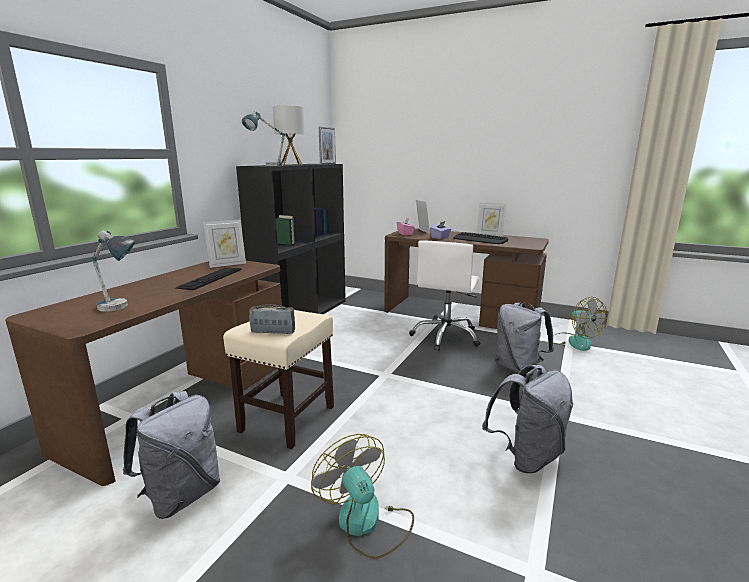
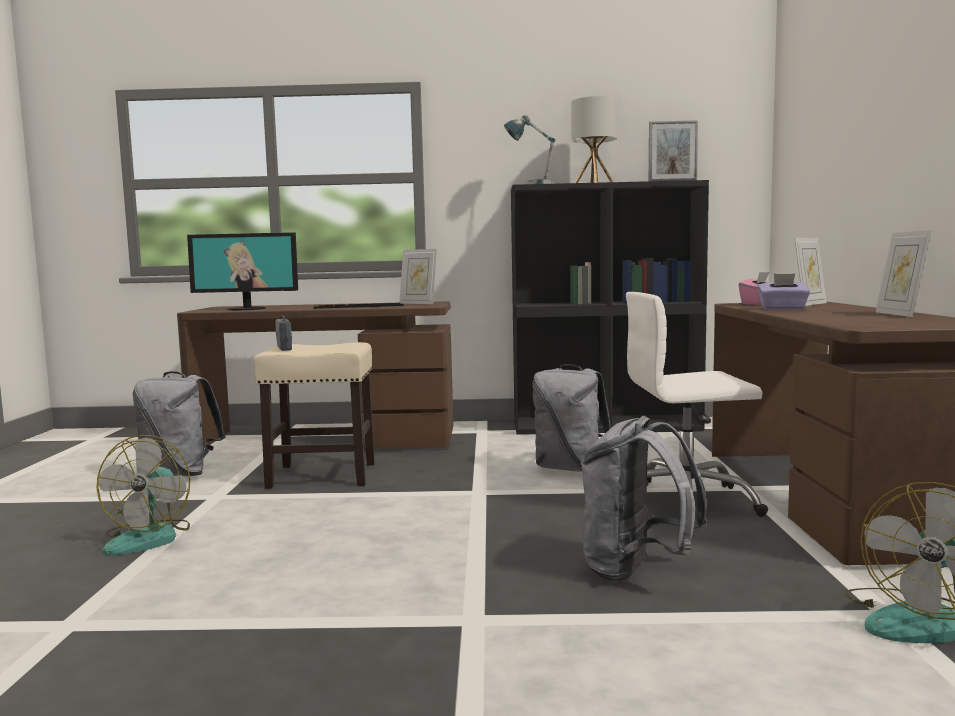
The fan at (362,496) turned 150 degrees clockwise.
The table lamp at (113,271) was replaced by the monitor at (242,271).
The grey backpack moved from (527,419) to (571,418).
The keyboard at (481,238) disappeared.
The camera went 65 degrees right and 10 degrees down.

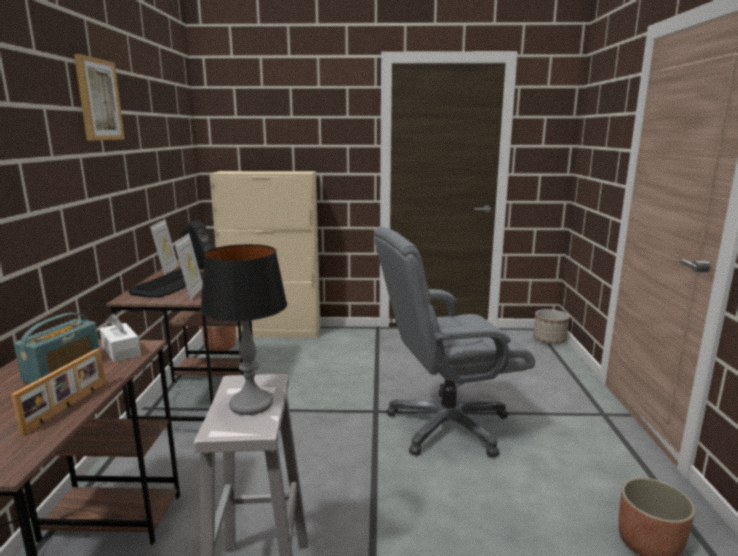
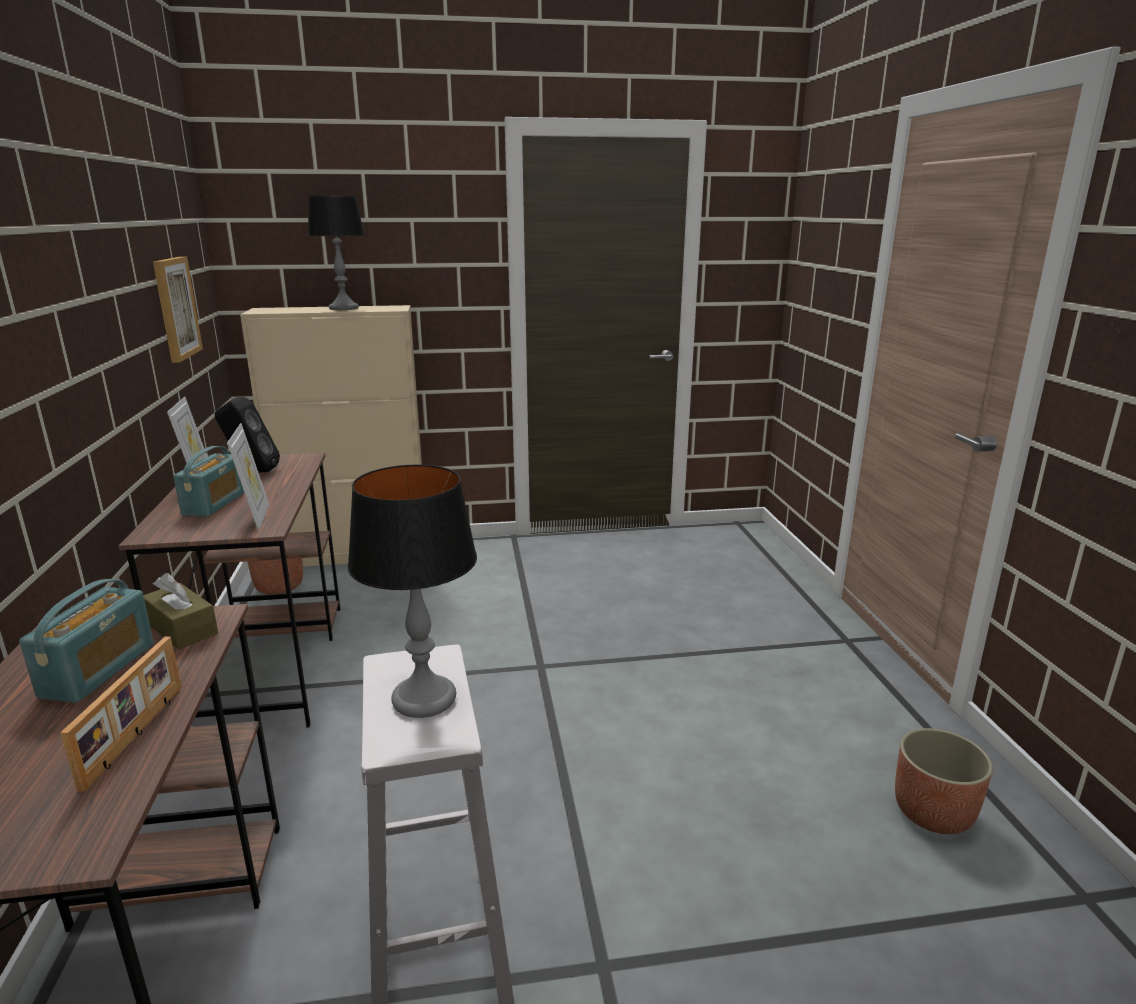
The white tissue box at (120,338) became the brown tissue box at (180,611).
The picture moved from (99,97) to (178,310).
The keyboard at (165,283) was replaced by the radio at (208,481).
The table lamp at (336,252) appeared.
The grey office chair at (454,342) disappeared.
The planter at (551,326) disappeared.
The camera went 10 degrees left and 5 degrees up.

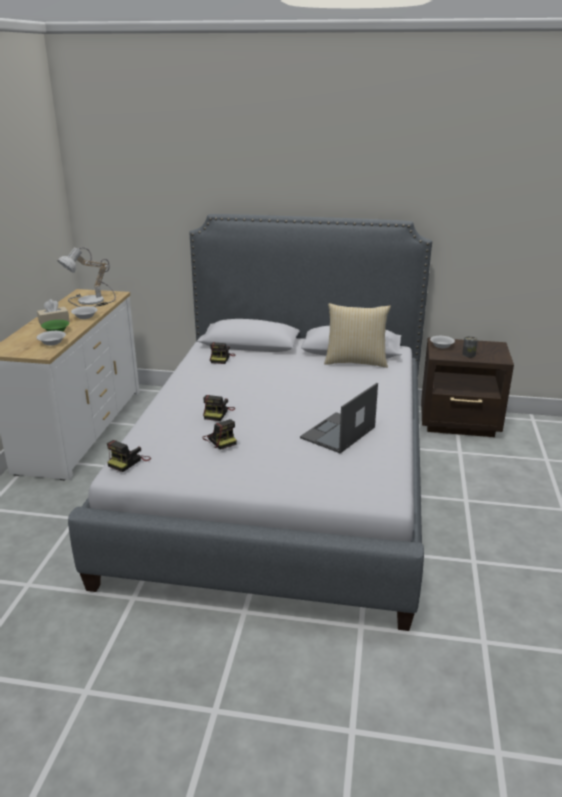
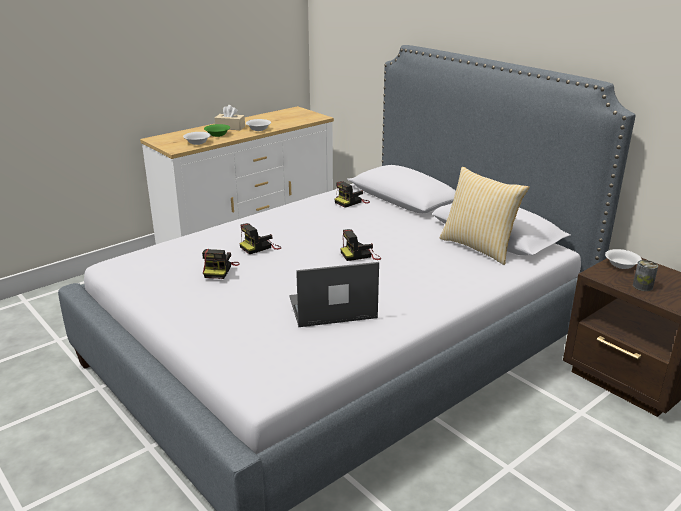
The photo camera moved from (129,456) to (360,245).
The table lamp at (86,277) disappeared.
The camera went 40 degrees right and 0 degrees up.

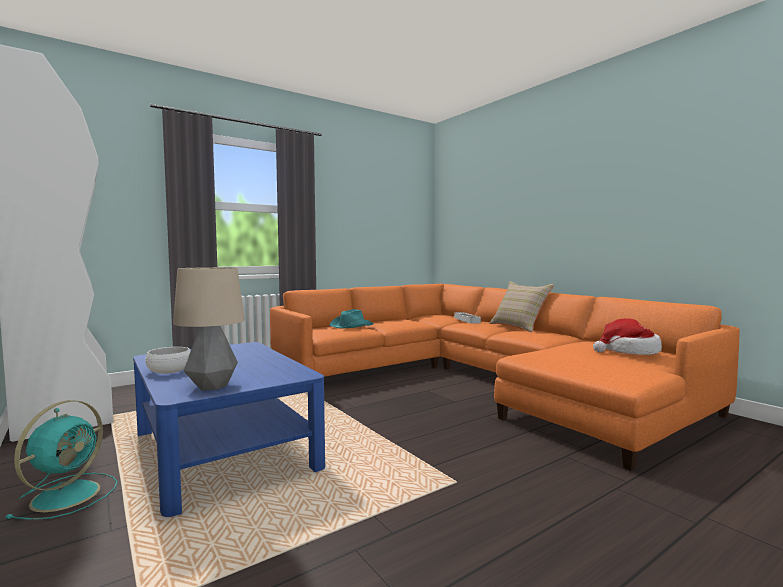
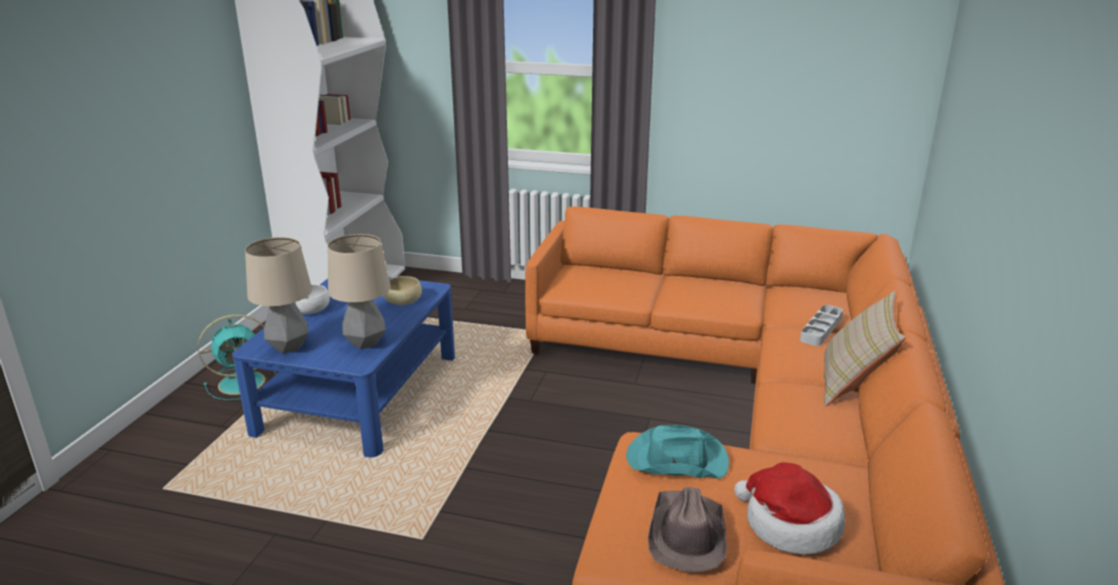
The table lamp at (359,291) appeared.
The beige bowl at (402,290) appeared.
The turquoise hat moved from (351,319) to (677,452).
The brown hat at (687,529) appeared.
The camera went 50 degrees right and 20 degrees up.

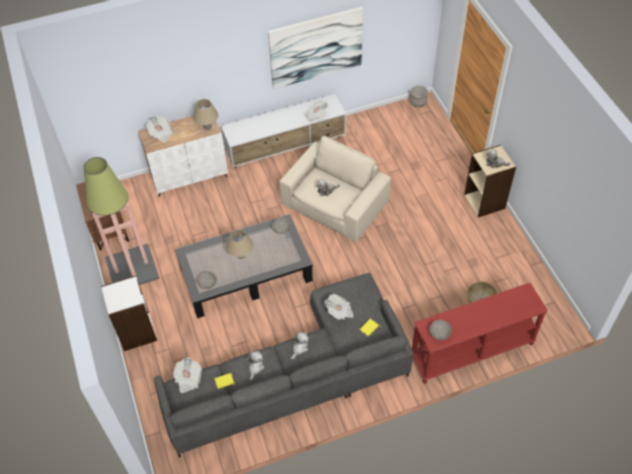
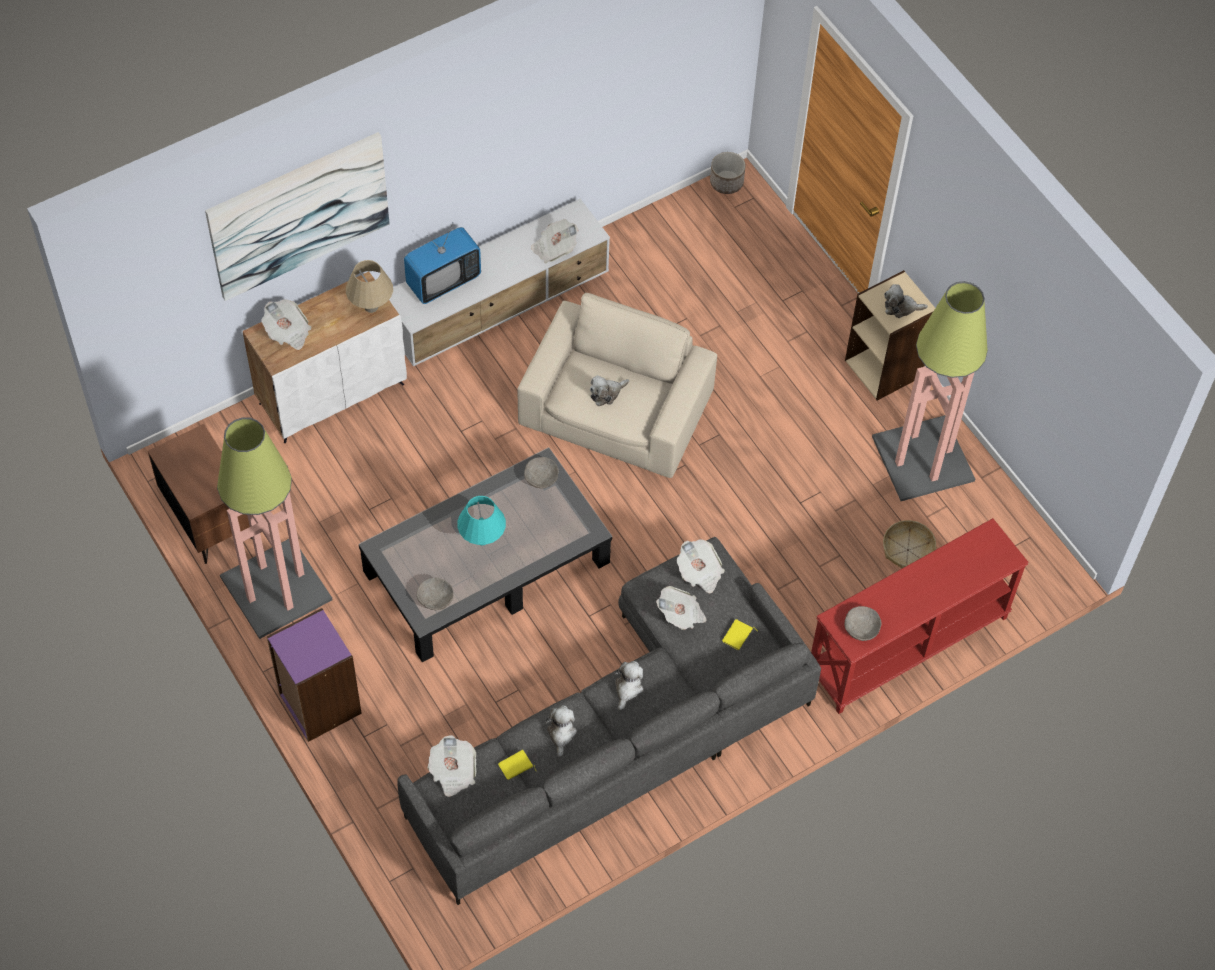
The picture moved from (315,48) to (297,216).
The white bookcase at (129,313) became the purple bookcase at (314,675).
The television at (442,263) appeared.
The beige table lamp at (239,244) became the turquoise table lamp at (481,520).
The newspaper at (700,566) appeared.
The floor lamp at (930,391) appeared.
The camera went 15 degrees left and 5 degrees up.

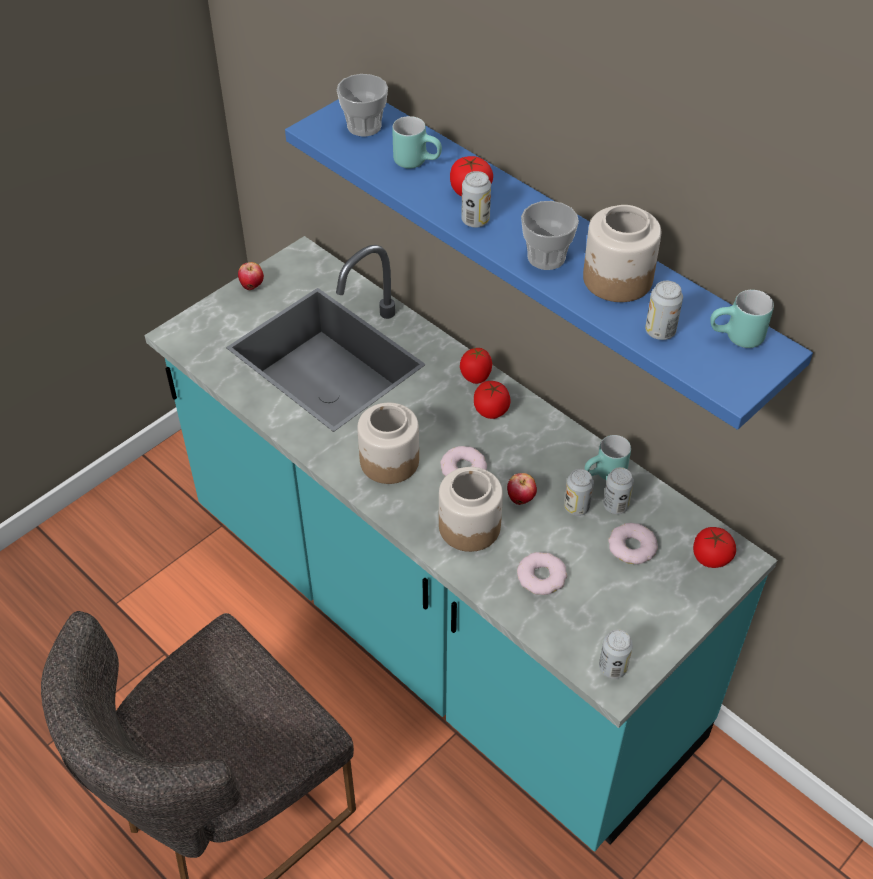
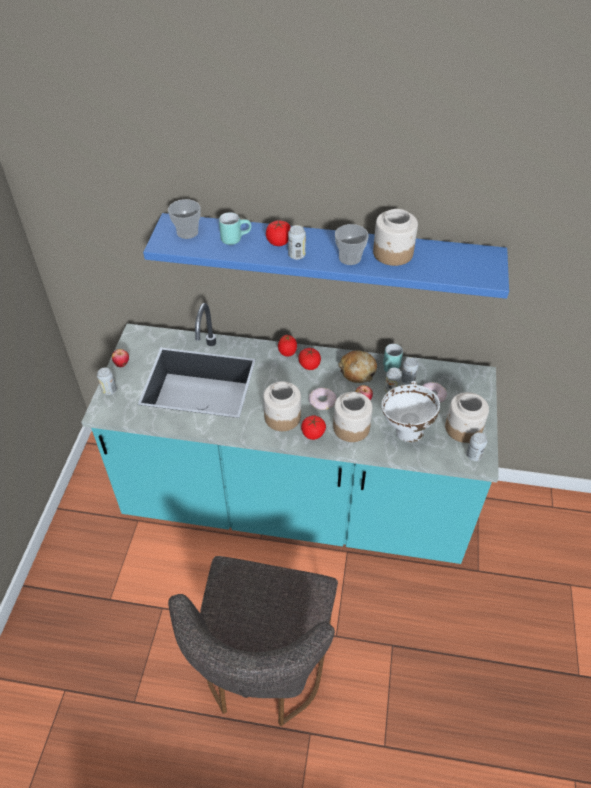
The can moved from (664,310) to (107,381).
The tomato moved from (714,547) to (313,427).
The bread at (358,366) appeared.
The donut at (542,573) was replaced by the white bowl at (410,411).
The jar at (467,417) appeared.
The turquoise mug at (742,319) disappeared.
The camera went 35 degrees left and 0 degrees up.

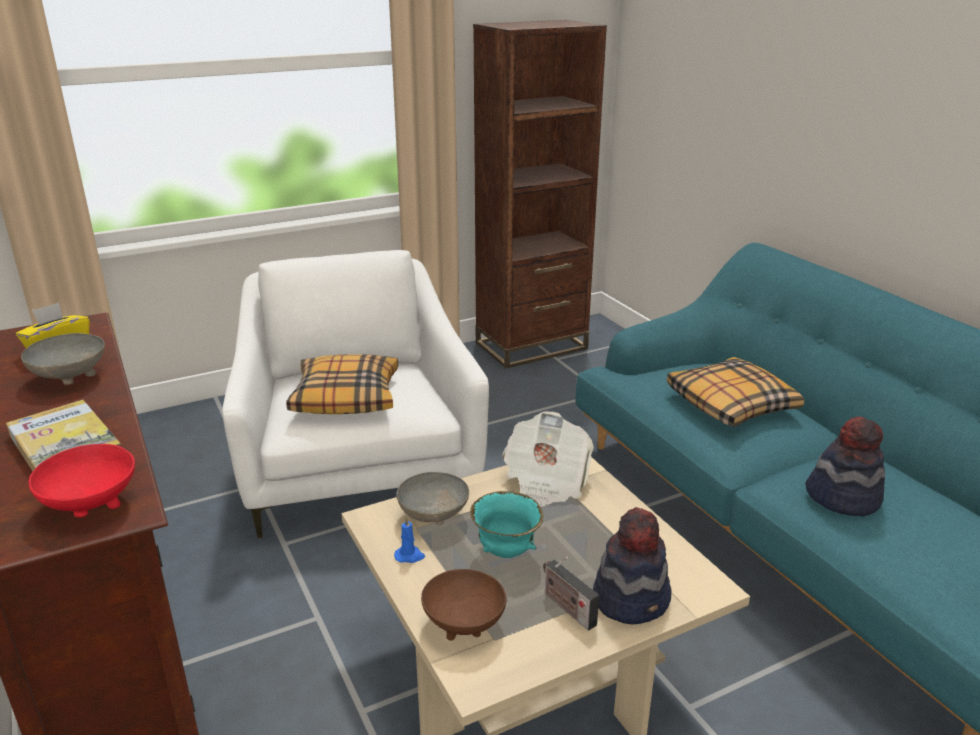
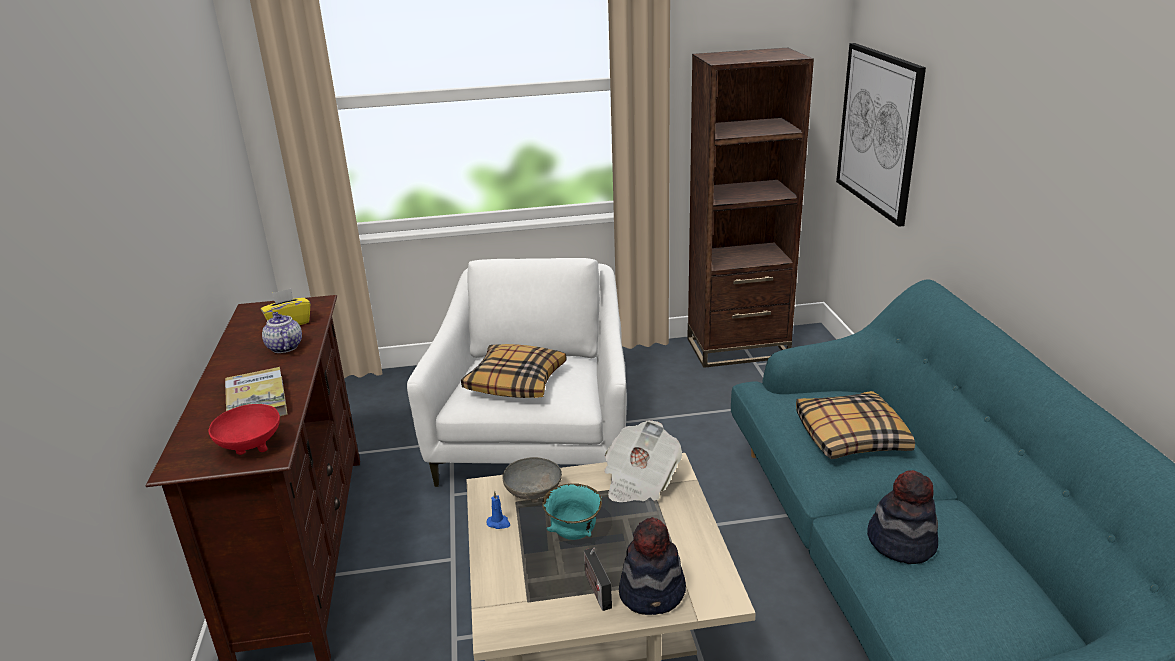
The grey bowl at (63,359) was replaced by the teapot at (282,332).
The picture at (881,135) appeared.
The brown bowl at (463,605) disappeared.
The camera went 20 degrees right and 0 degrees up.

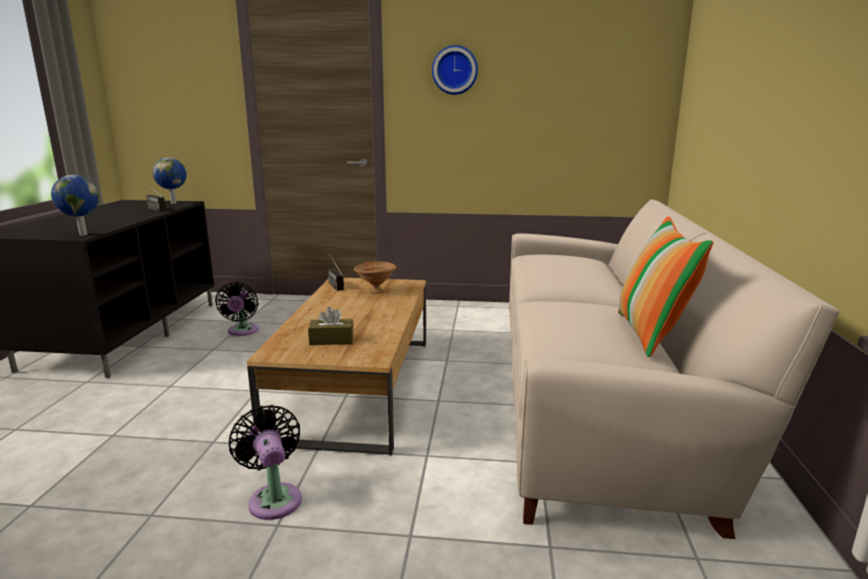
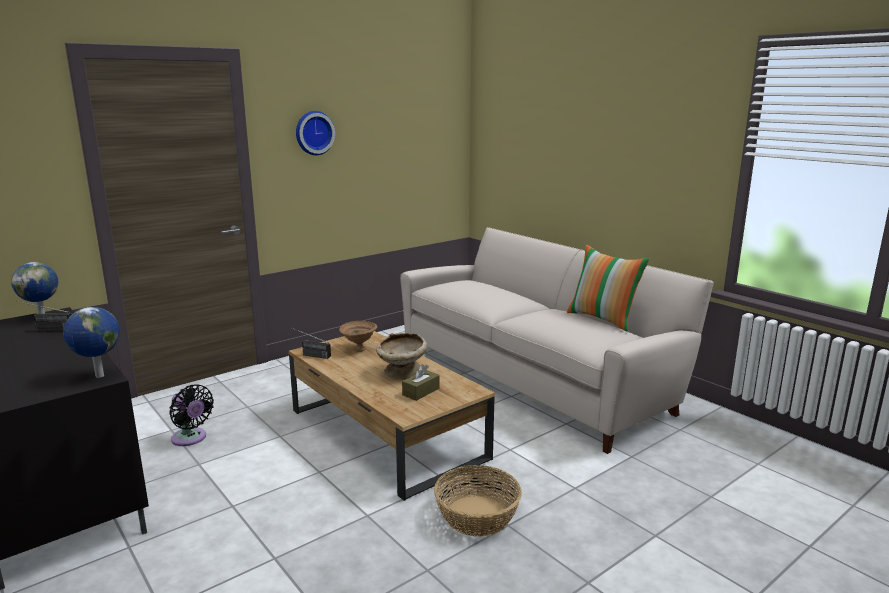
The beige bowl at (402,356) appeared.
The black fan at (265,462) was replaced by the basket at (478,501).
The camera went 45 degrees left and 0 degrees up.

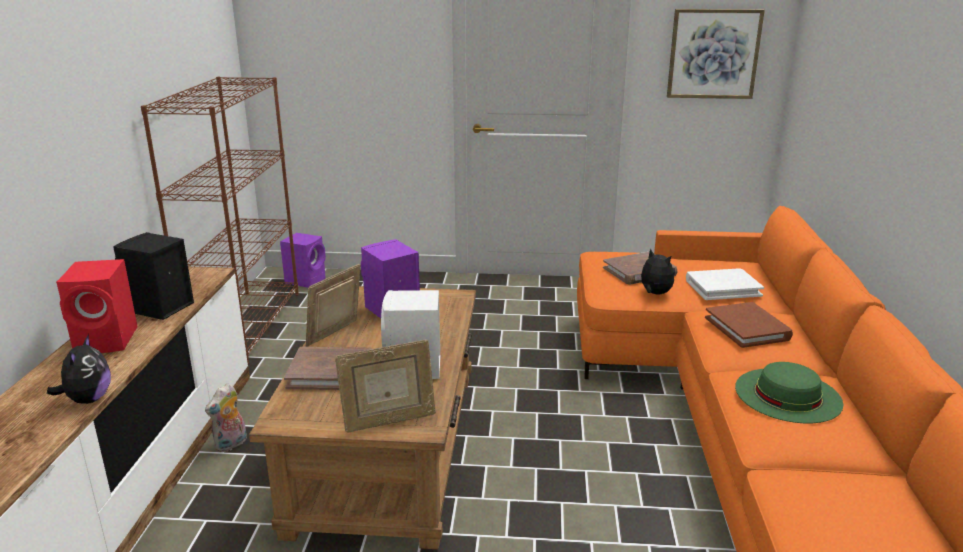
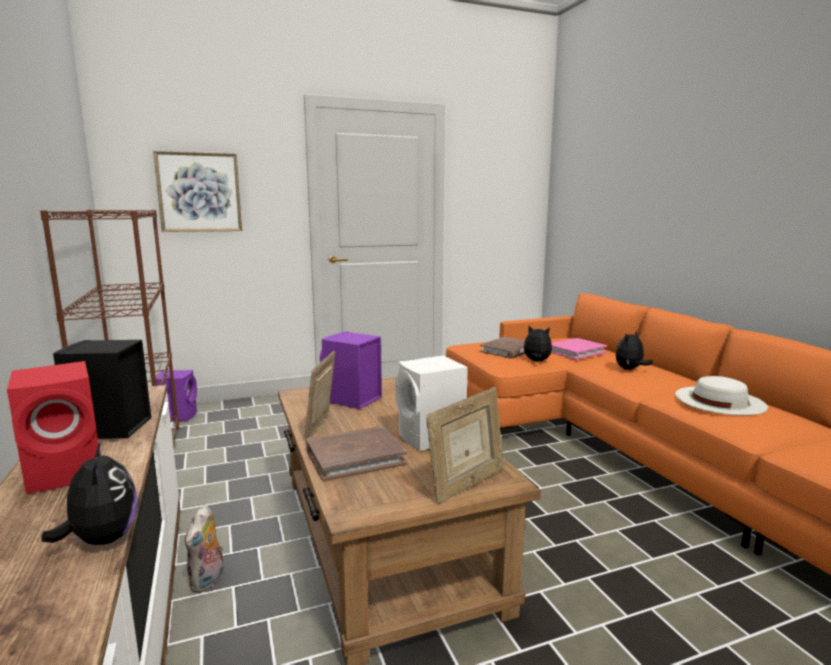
The picture moved from (716,54) to (197,191).
The white book at (725,284) became the pink book at (579,349).
The brown book at (749,325) was replaced by the plush toy at (634,350).
The green hat at (789,392) became the white hat at (721,395).
The camera went 25 degrees left and 10 degrees down.

